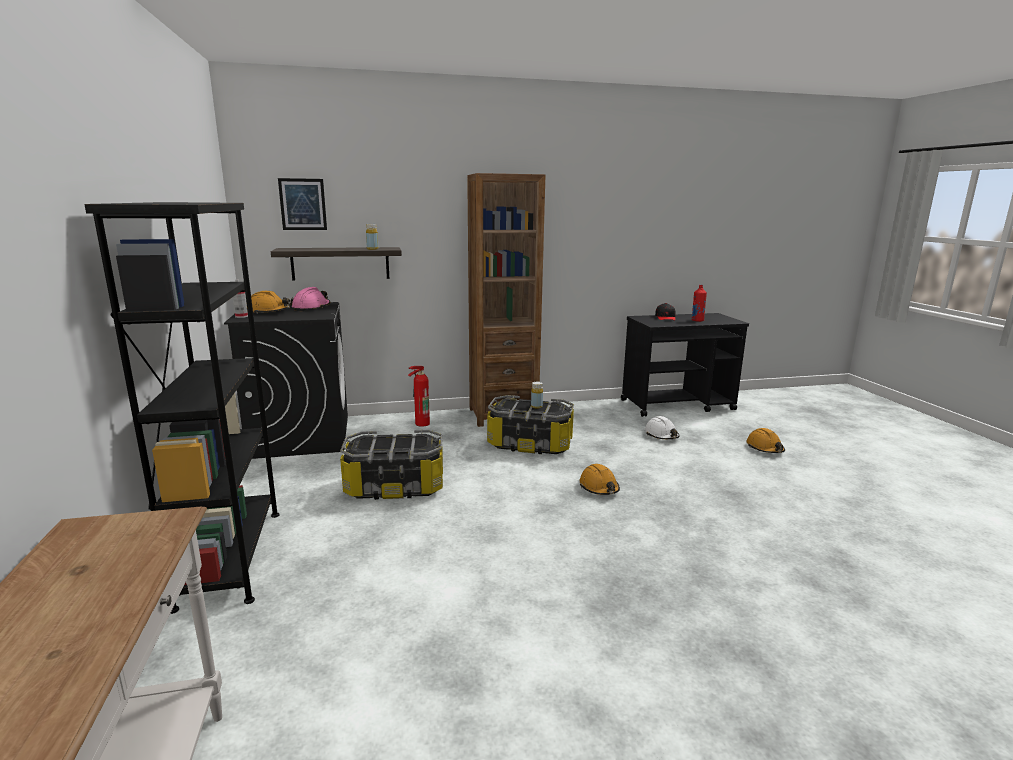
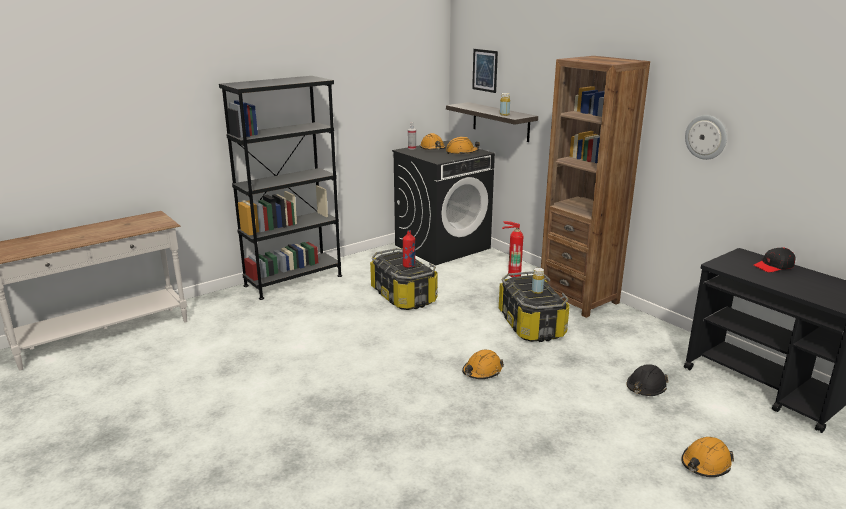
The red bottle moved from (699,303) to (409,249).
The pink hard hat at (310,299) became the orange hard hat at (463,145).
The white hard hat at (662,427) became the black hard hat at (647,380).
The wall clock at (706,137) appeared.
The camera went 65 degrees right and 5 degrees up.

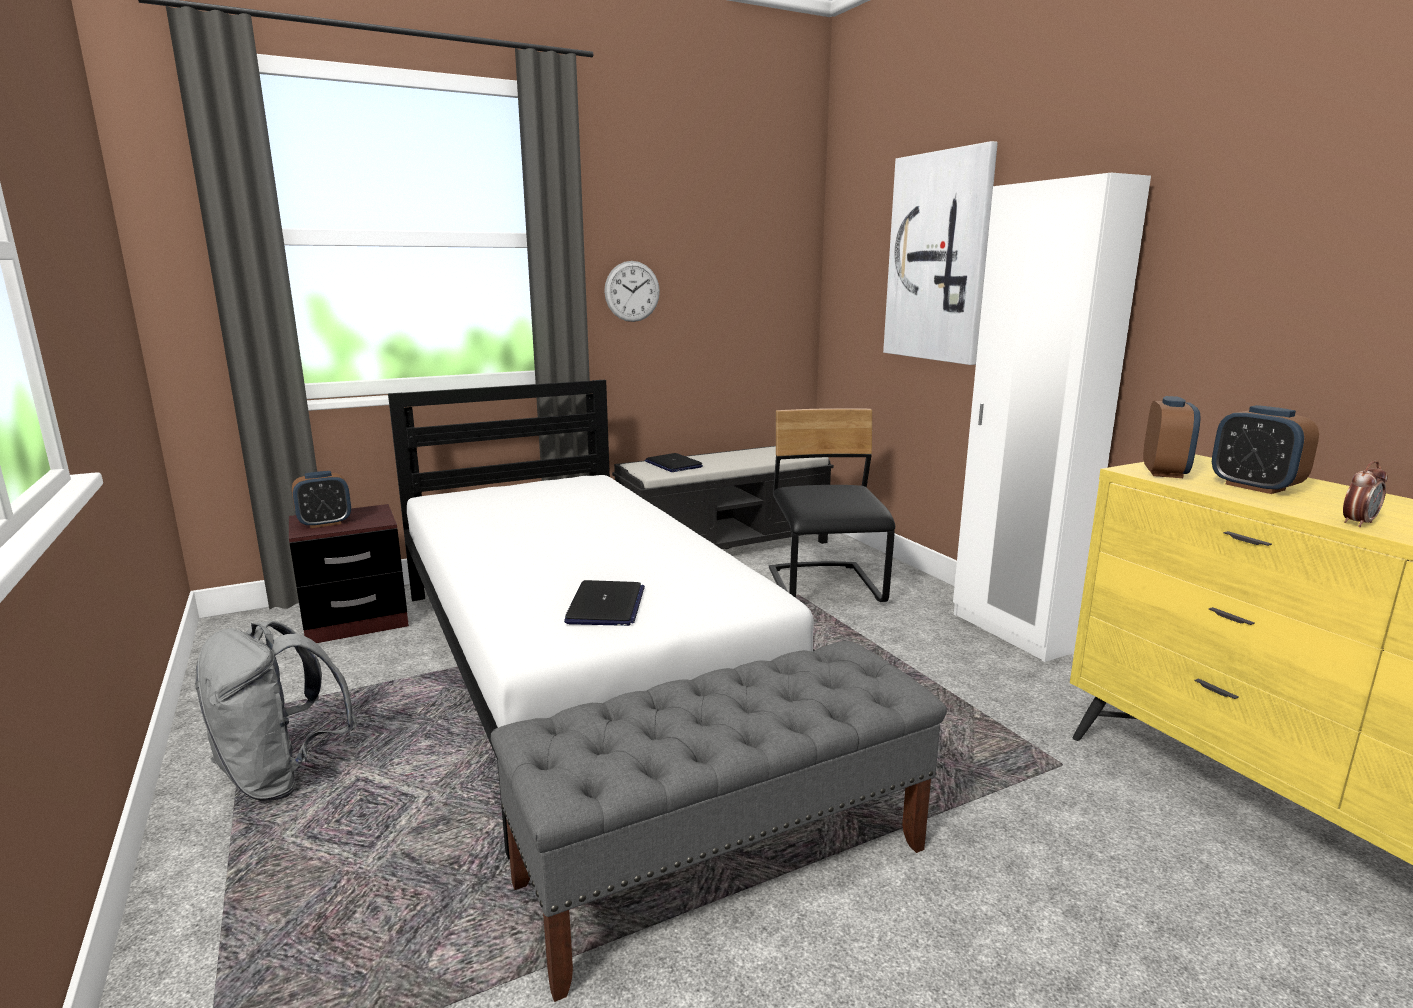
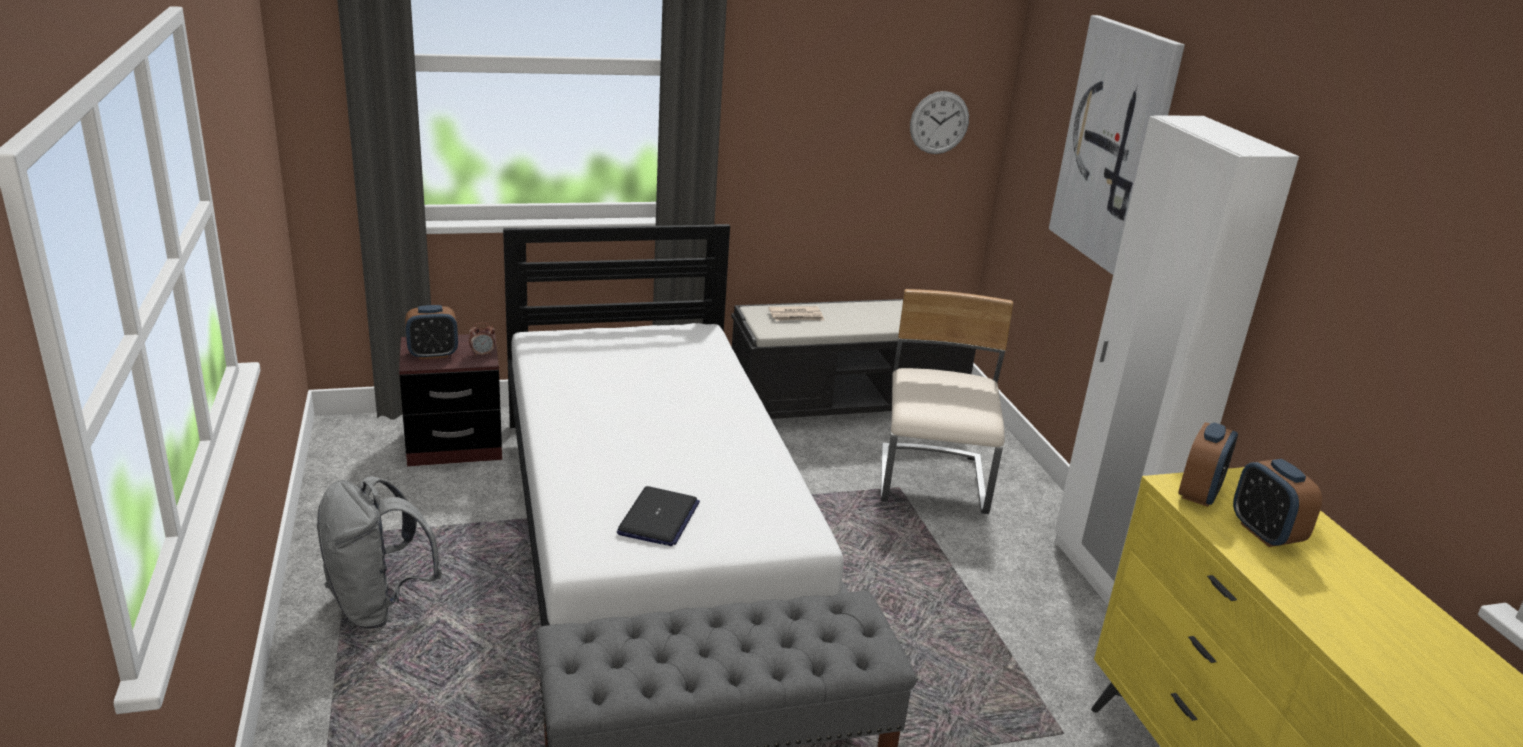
The alarm clock moved from (1365,494) to (482,339).
The laptop at (673,462) was replaced by the newspaper at (796,313).
The black chair at (832,505) became the beige chair at (947,401).
The wall clock moved from (632,291) to (939,122).
The camera went 10 degrees right and 10 degrees up.

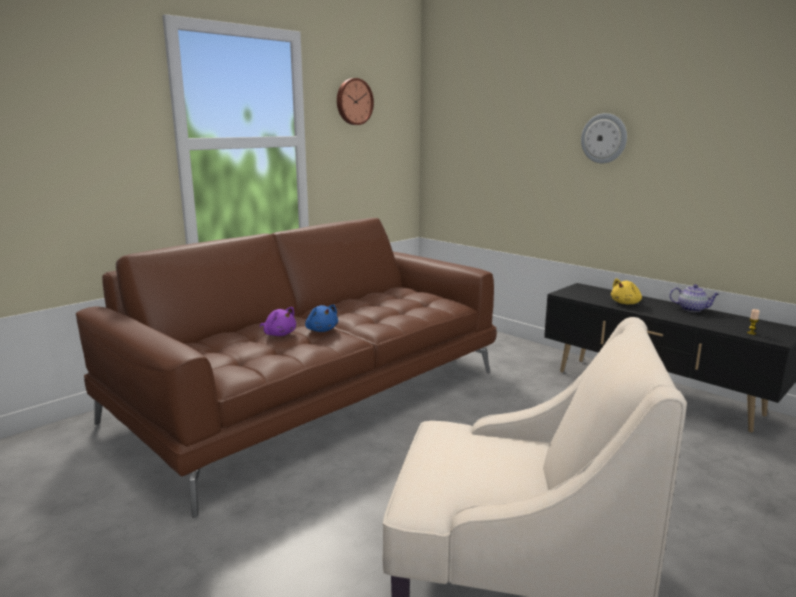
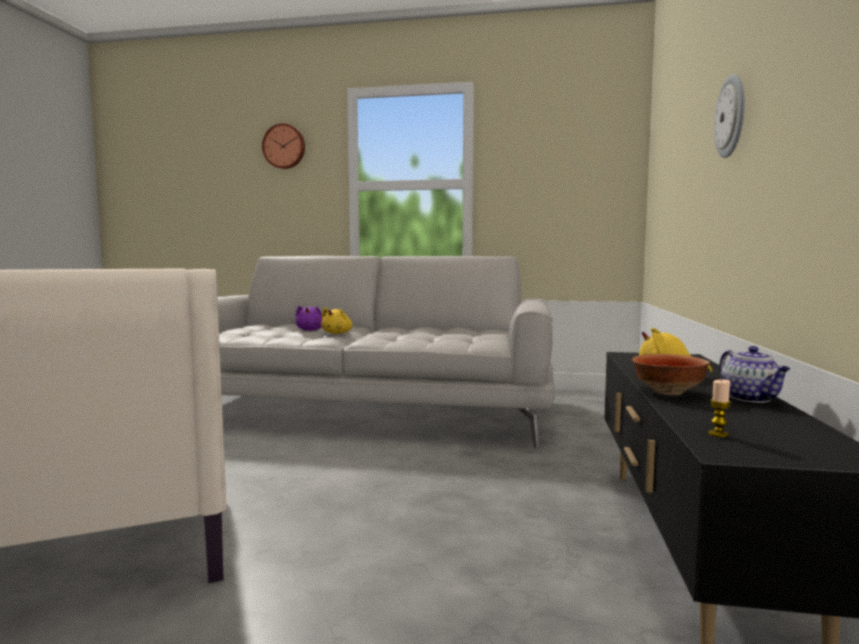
The brown sofa at (286,368) became the grey sofa at (386,352).
The wall clock moved from (355,101) to (283,146).
The blue plush toy at (321,318) became the yellow plush toy at (336,321).
The bowl at (671,374) appeared.
The camera went 55 degrees right and 10 degrees down.

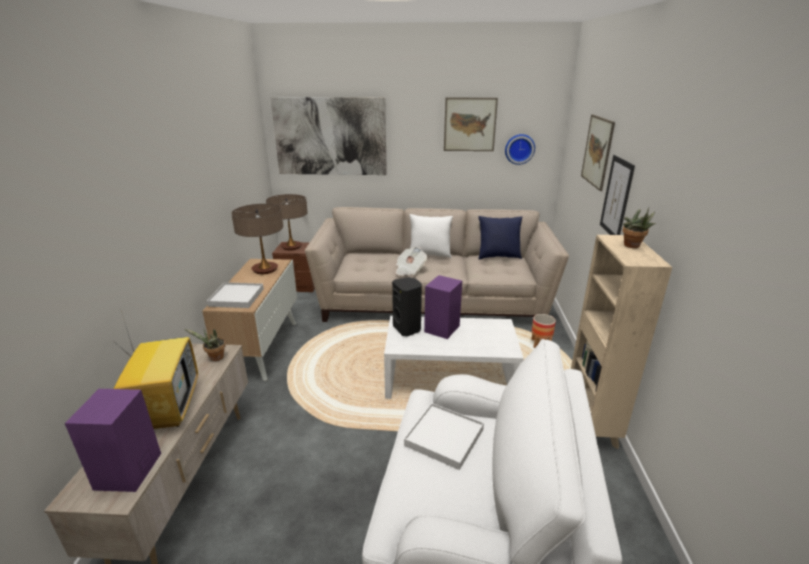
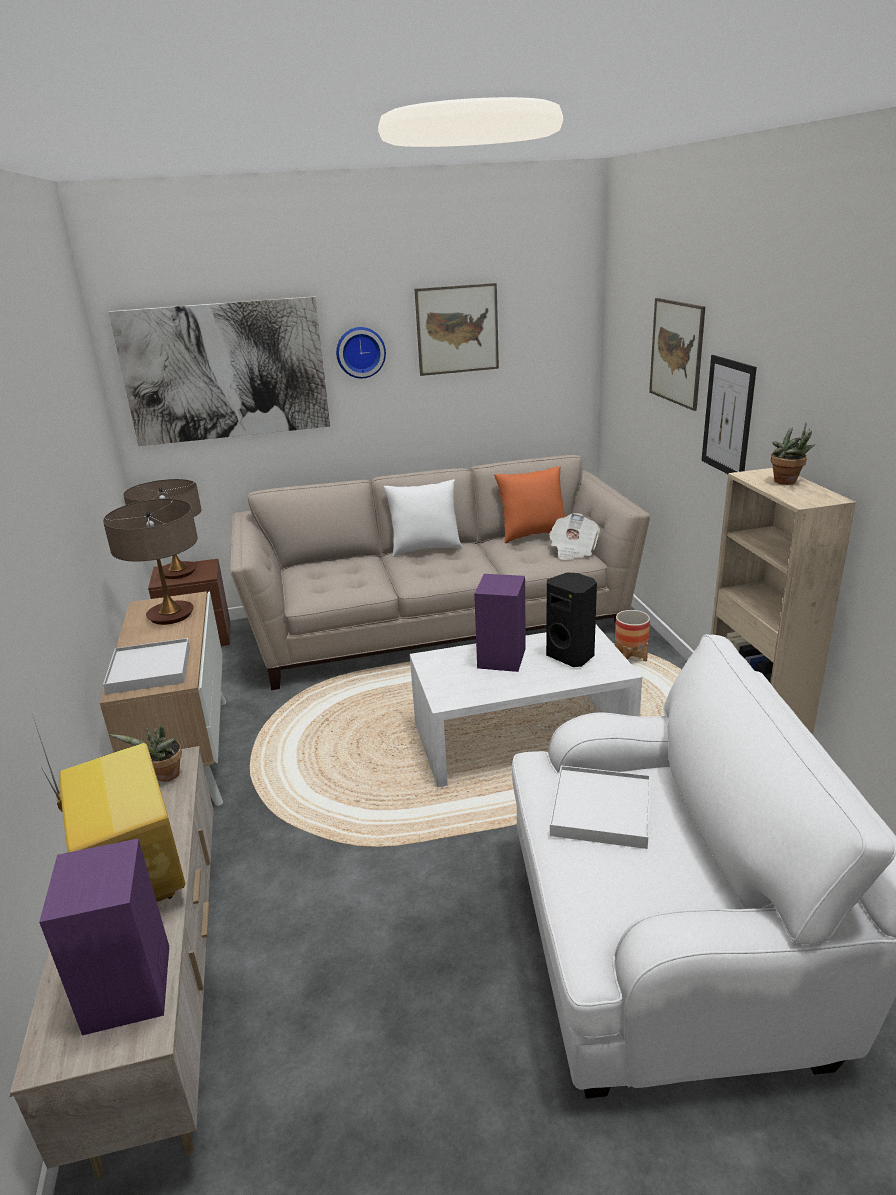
The wall clock moved from (520,149) to (361,353).
The blue pillow at (500,237) became the orange pillow at (529,504).
The black speaker moved from (407,306) to (571,620).
The newspaper moved from (411,261) to (574,536).
The camera went 15 degrees left and 0 degrees up.

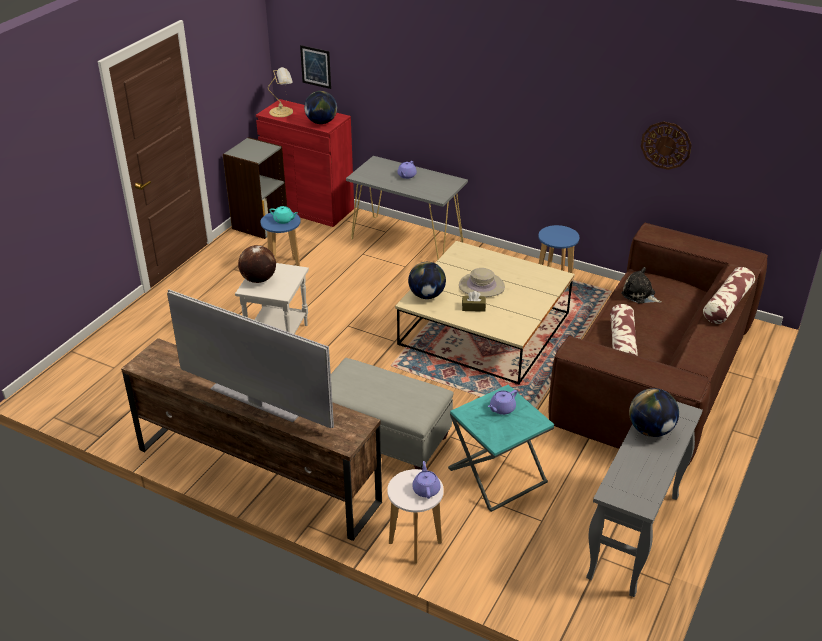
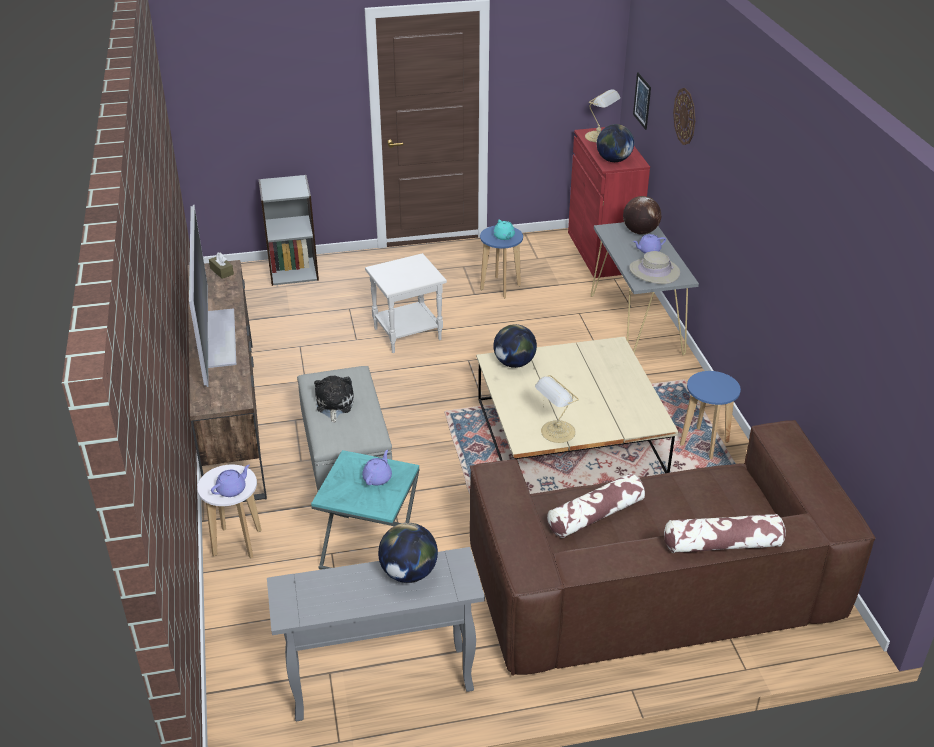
The brown tissue box moved from (474,301) to (221,265).
The grey bookcase moved from (255,188) to (288,230).
The plush toy moved from (641,285) to (334,399).
The purple teapot at (502,402) turned 105 degrees clockwise.
The table lamp at (557,409) appeared.
The globe moved from (257,264) to (642,215).
The beige hat moved from (482,282) to (654,267).
The wall clock moved from (666,145) to (684,116).
The camera went 50 degrees right and 0 degrees up.

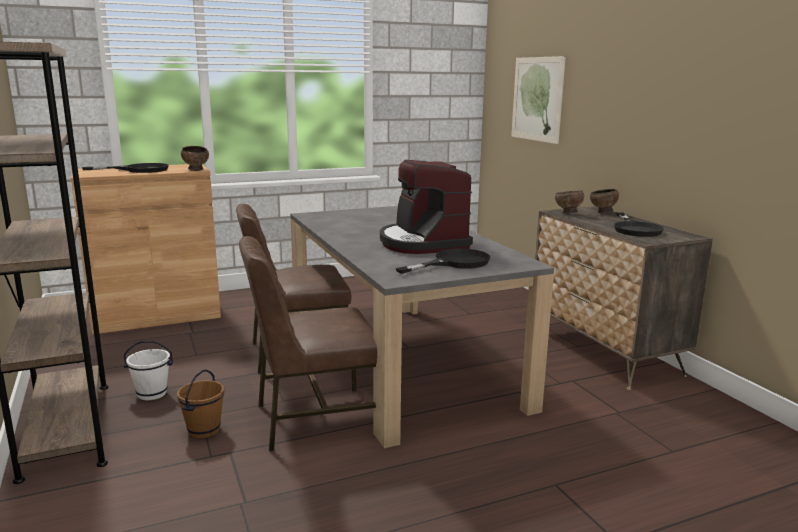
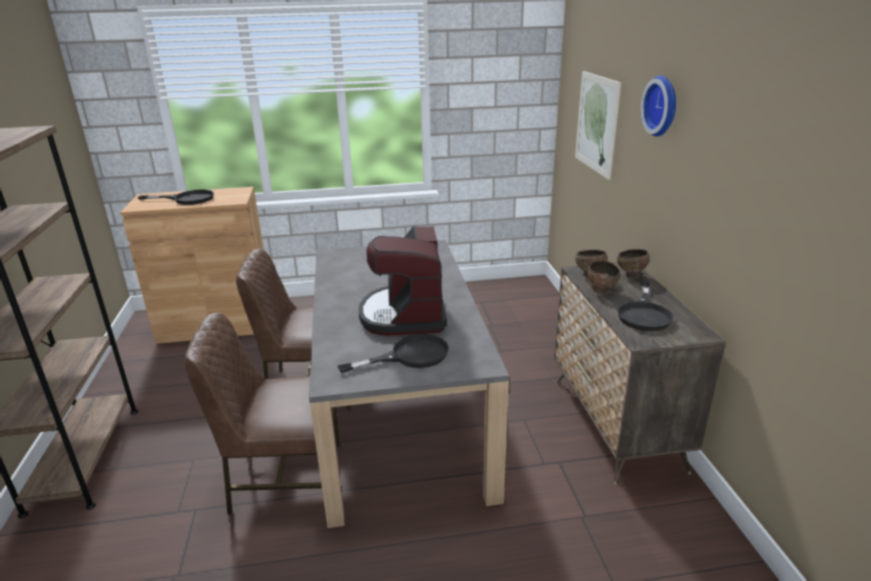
The brown bowl moved from (195,158) to (603,277).
The wall clock at (658,106) appeared.
The white bucket at (148,370) disappeared.
The brown bucket at (200,404) disappeared.
The camera went 15 degrees right and 10 degrees up.

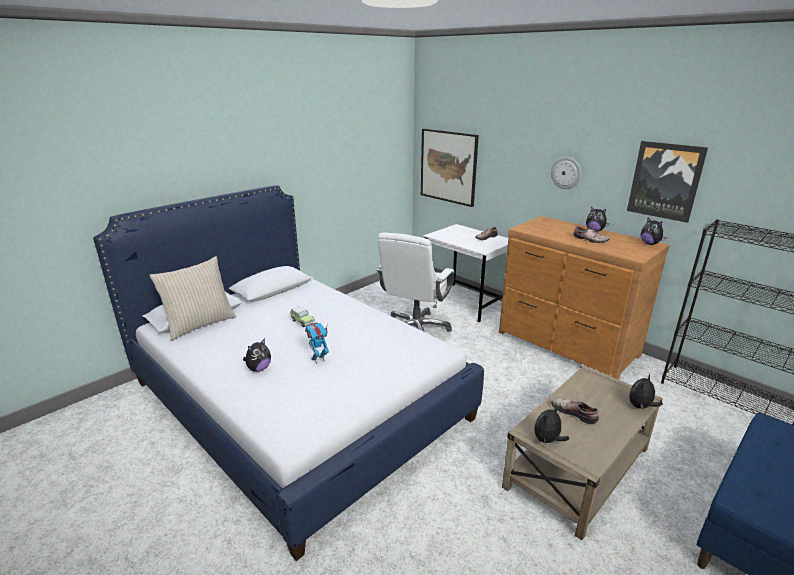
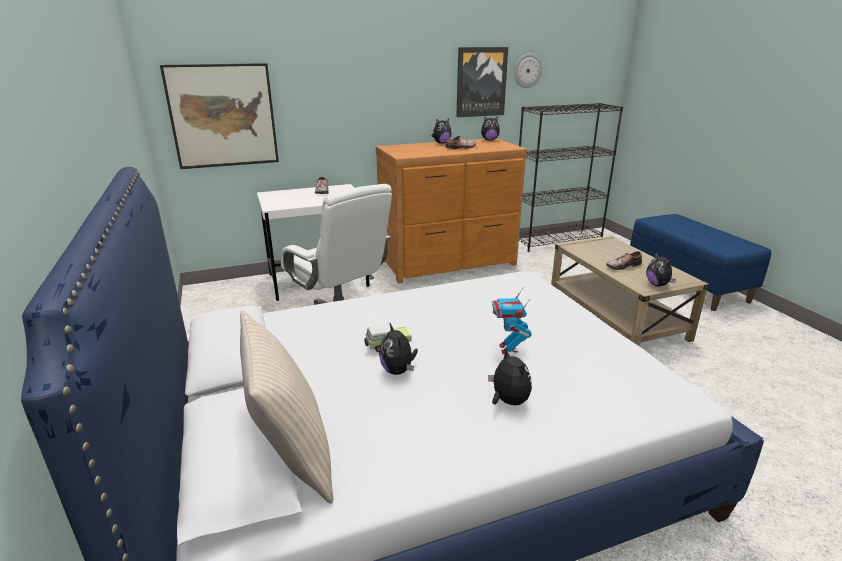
The plush toy moved from (646,391) to (398,349).
The wall clock moved from (566,173) to (528,70).
The camera went 65 degrees left and 0 degrees up.

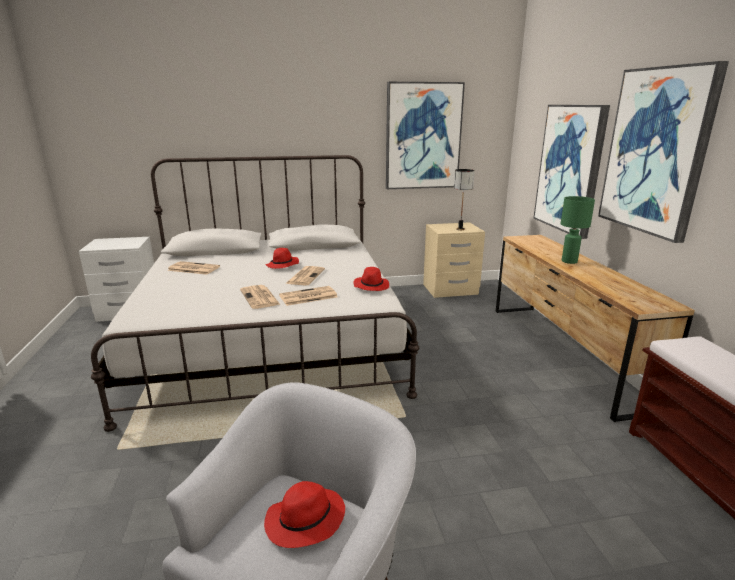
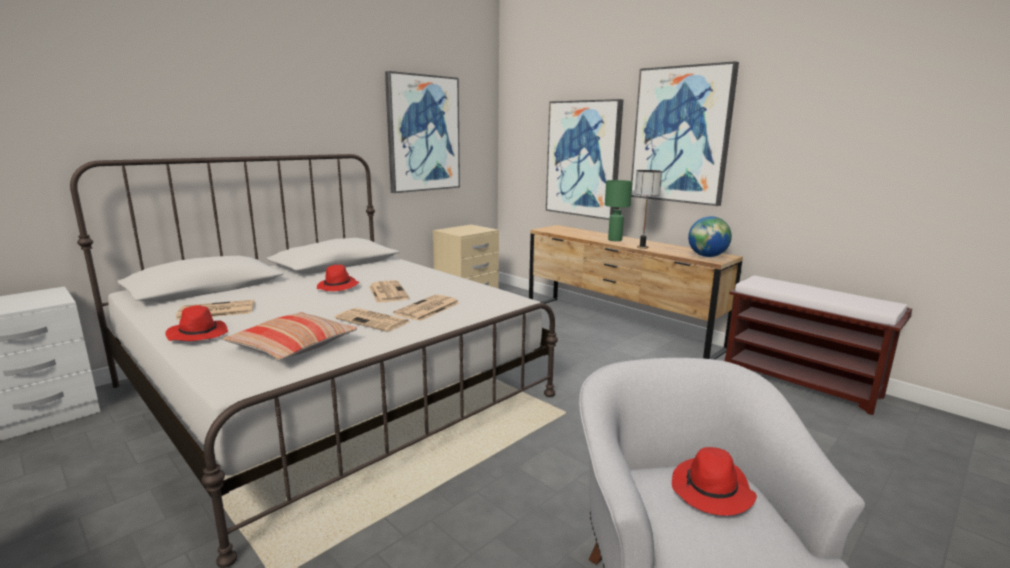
The red hat moved from (371,279) to (196,323).
The pillow at (290,336) appeared.
The table lamp moved from (464,199) to (648,209).
The globe at (710,236) appeared.
The camera went 35 degrees left and 5 degrees down.

